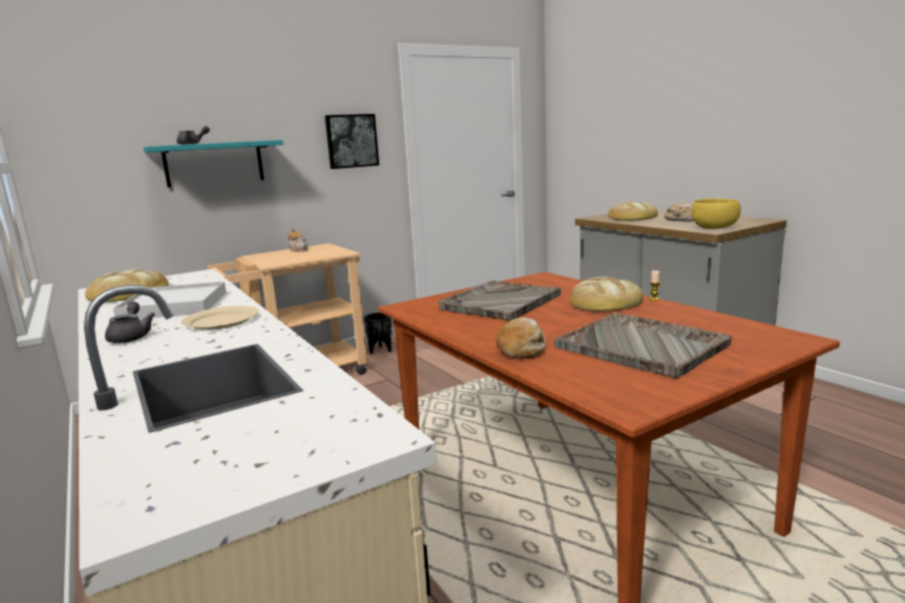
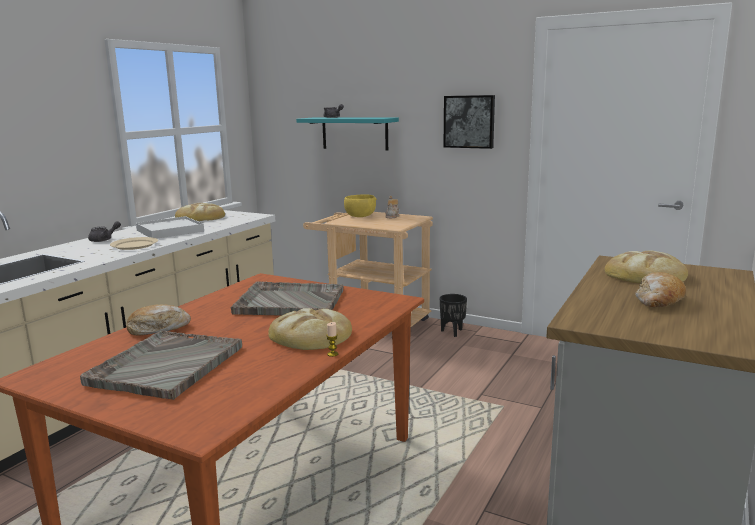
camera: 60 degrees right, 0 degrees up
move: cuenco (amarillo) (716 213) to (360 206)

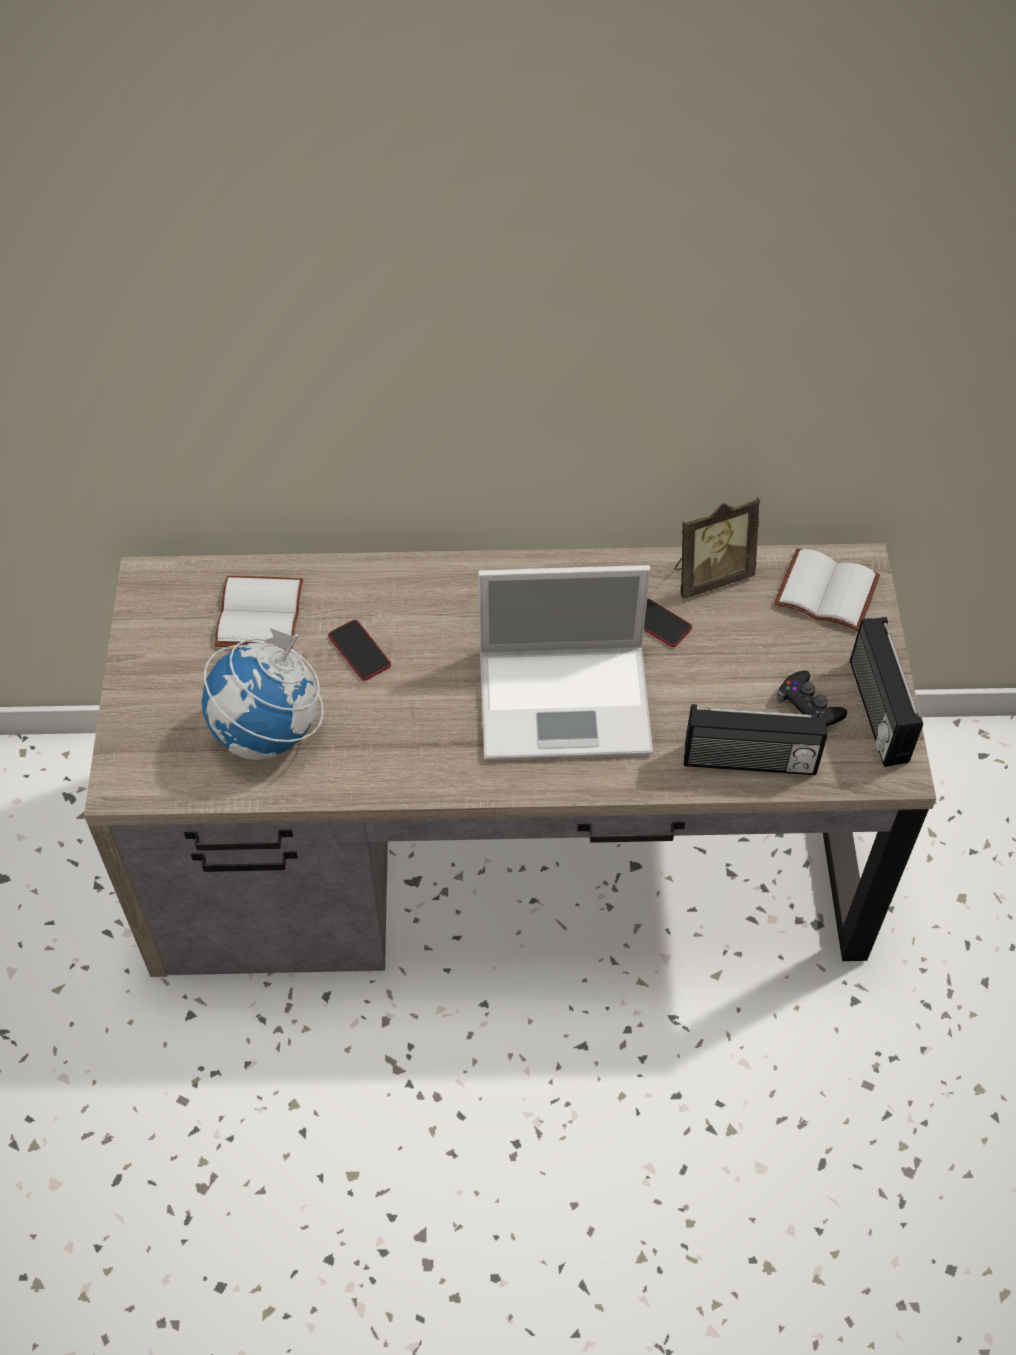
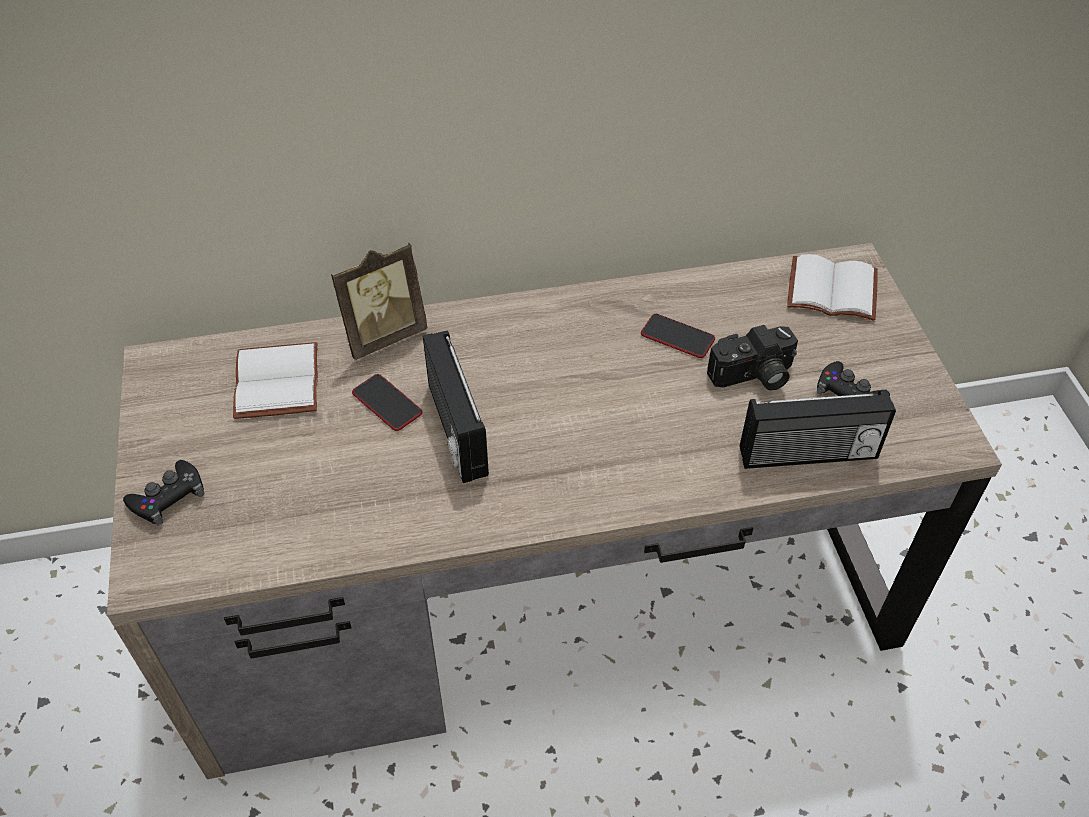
camera: 10 degrees left, 5 degrees down
delete: portátil (565 662); globo terráqueo (262 694)
insert: cámara (752 358); mando de consola (negro) (163 493)
move: portarretratos (717 548) to (379 301); radio (886 692) to (456 406)

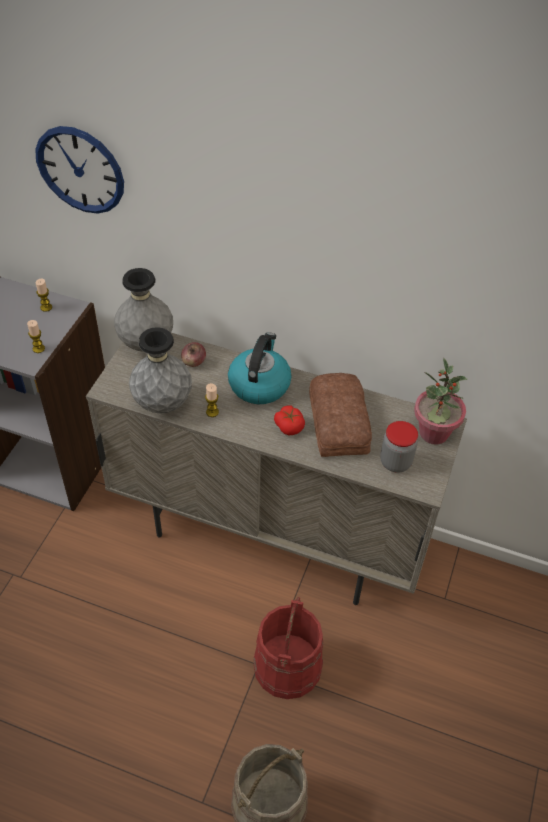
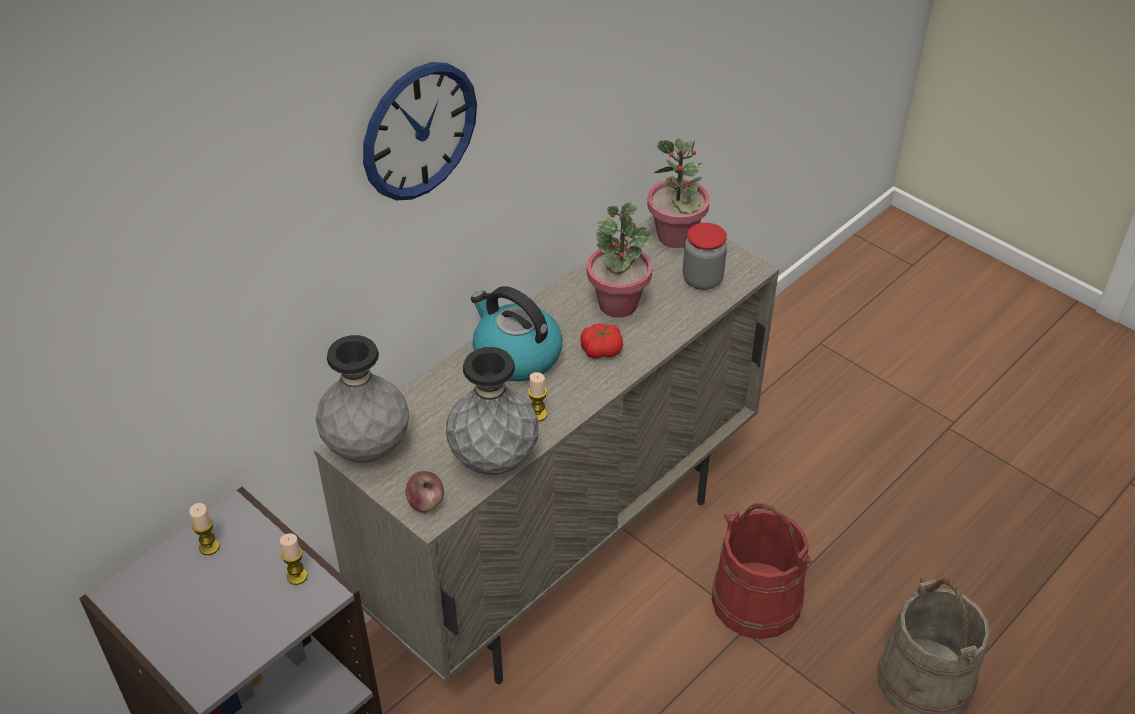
camera: 65 degrees left, 5 degrees down
move: reloj de pared (79 170) to (420 131); manzana (193 354) to (425 491)
replace: pan (340 415) to planta en maceta (620 260)

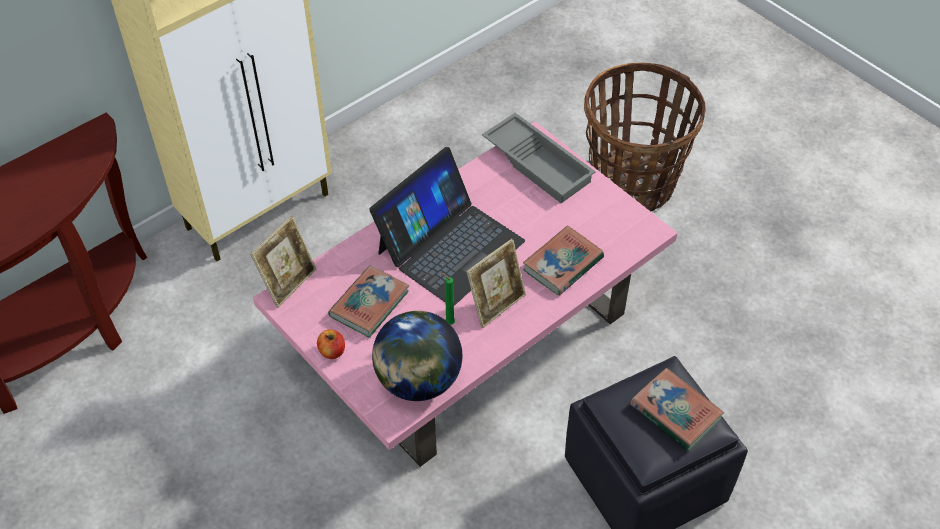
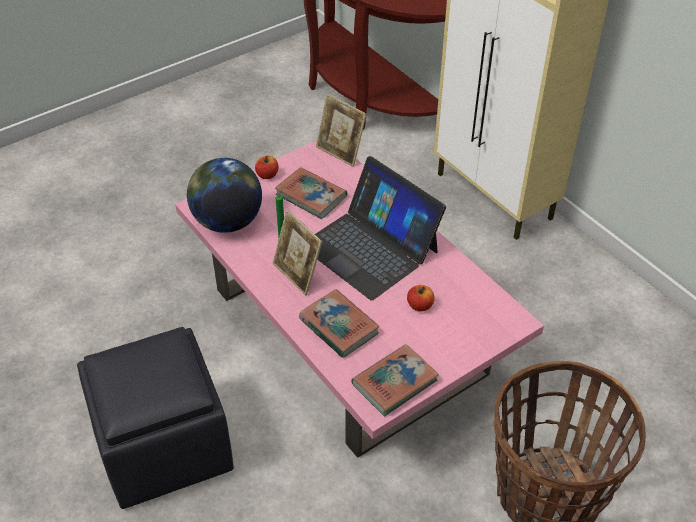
camera: 95 degrees right, 5 degrees down
delete: bandeja (gris) (539 158)
insert: manzana (420 298)
move: libro (677 409) to (395 380)

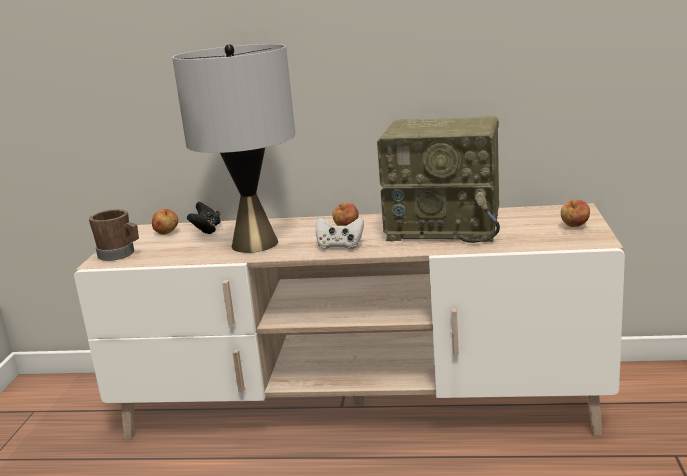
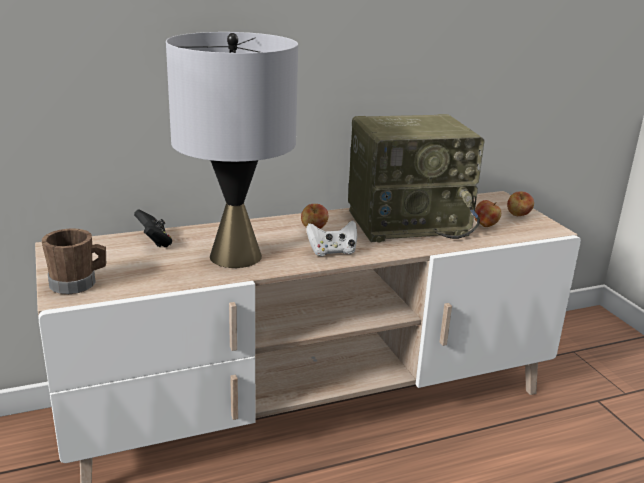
camera: 30 degrees left, 5 degrees up
move: manzana (165 222) to (487 213)

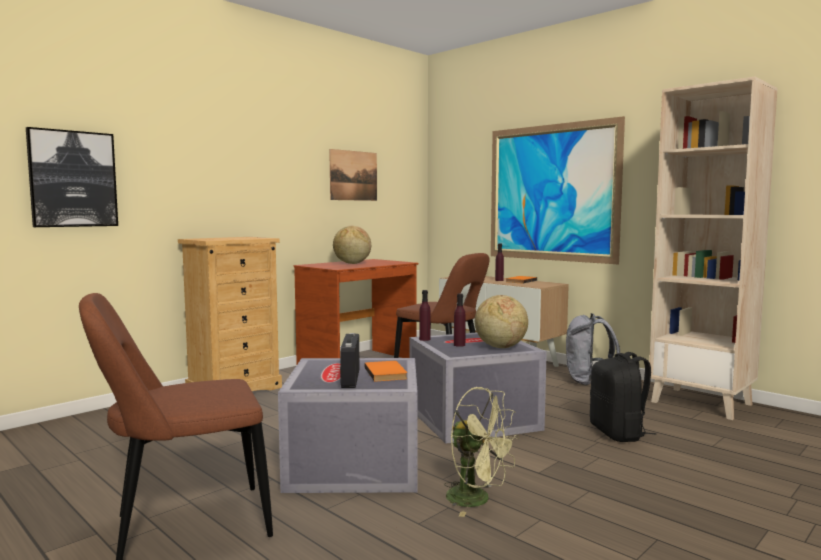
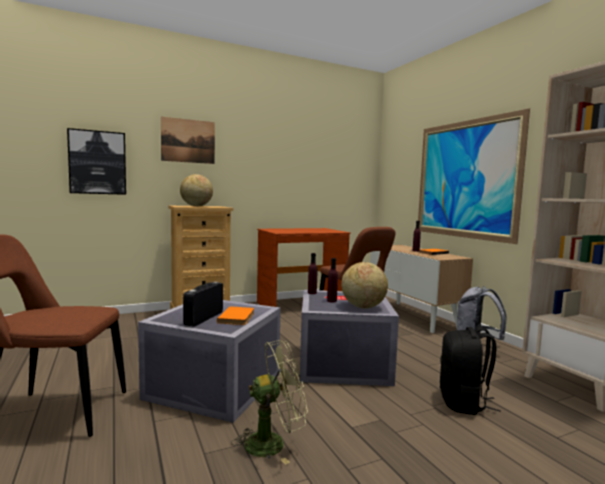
camera: 20 degrees right, 0 degrees up
move: cuadro (353 175) to (188 140); globo terráqueo (352 245) to (196 190)
rotate: ventilador (verde) (481 452) = (269 402) 75 degrees counterclockwise

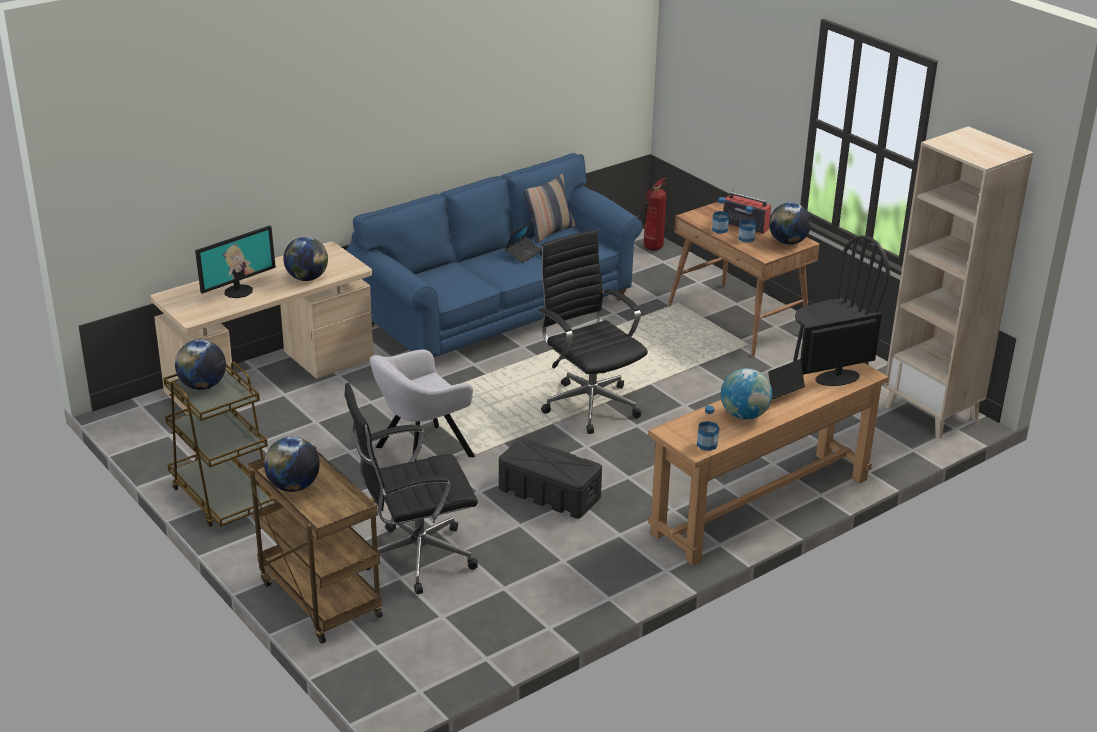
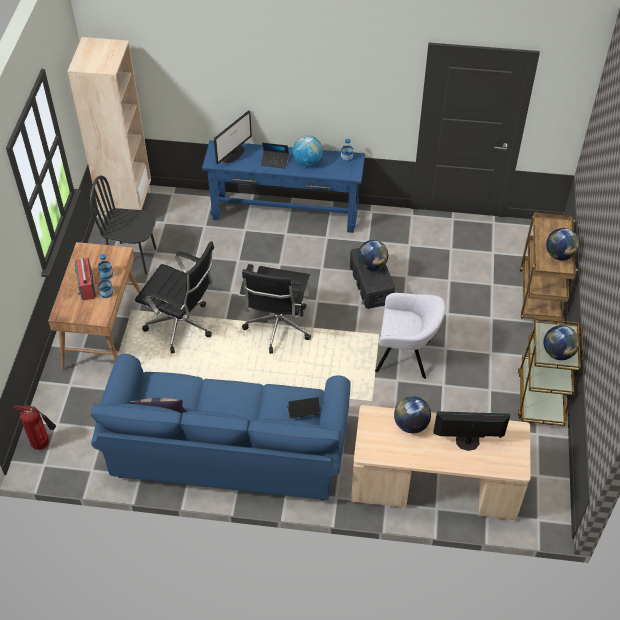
camera: 135 degrees left, 20 degrees up
move: globo terráqueo (790 224) to (373 255); portátil (523 242) to (303 408); silla de oficina (negro) (411 488) to (174 297)
recolor: mesa consola (marrón) (768 464) to mesa consola (azul) (283 186)
rotate: monitor (841 349) = (233 137) 75 degrees counterclockwise

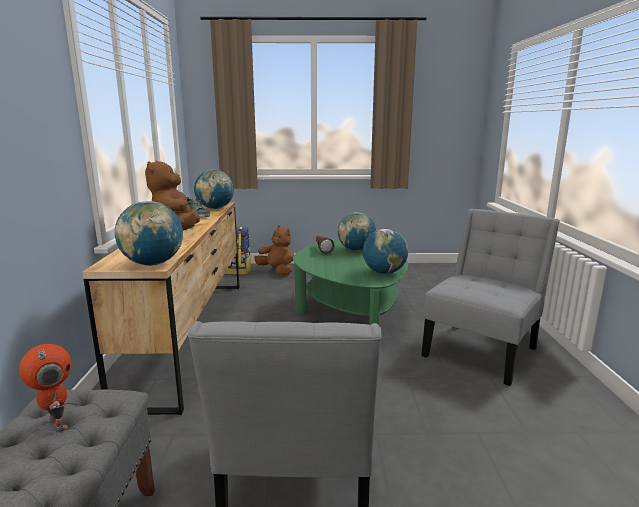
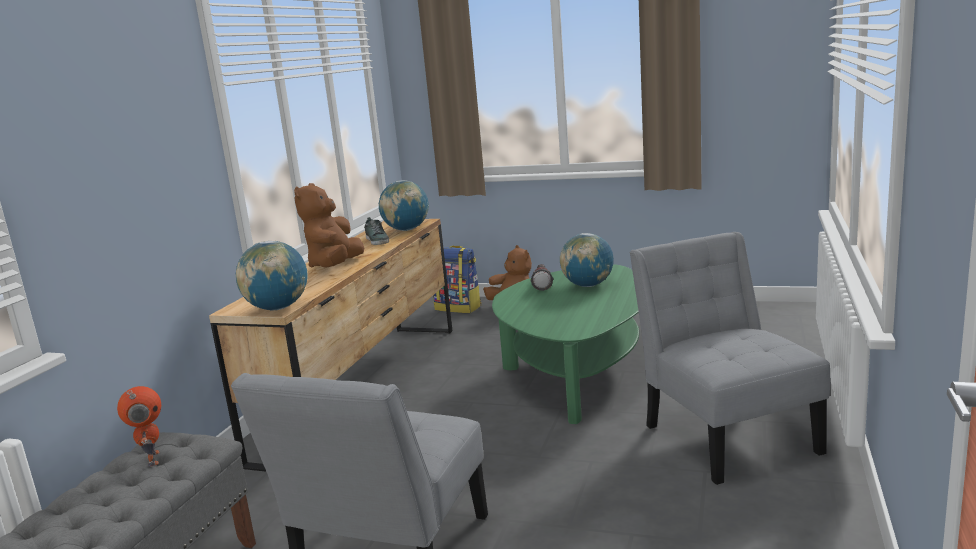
camera: 20 degrees right, 0 degrees up
delete: globo terráqueo (385 251)
rotate: silla (gris) (490 297) = (730 358) 75 degrees counterclockwise

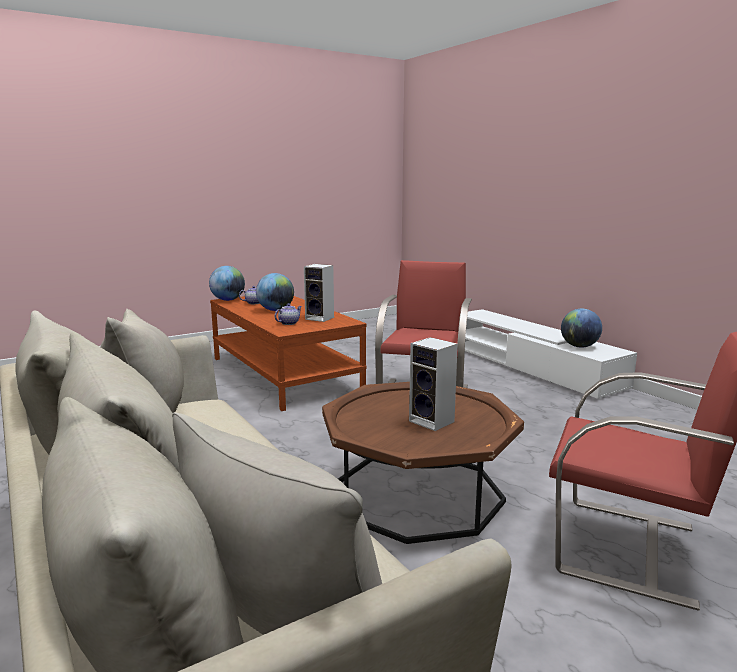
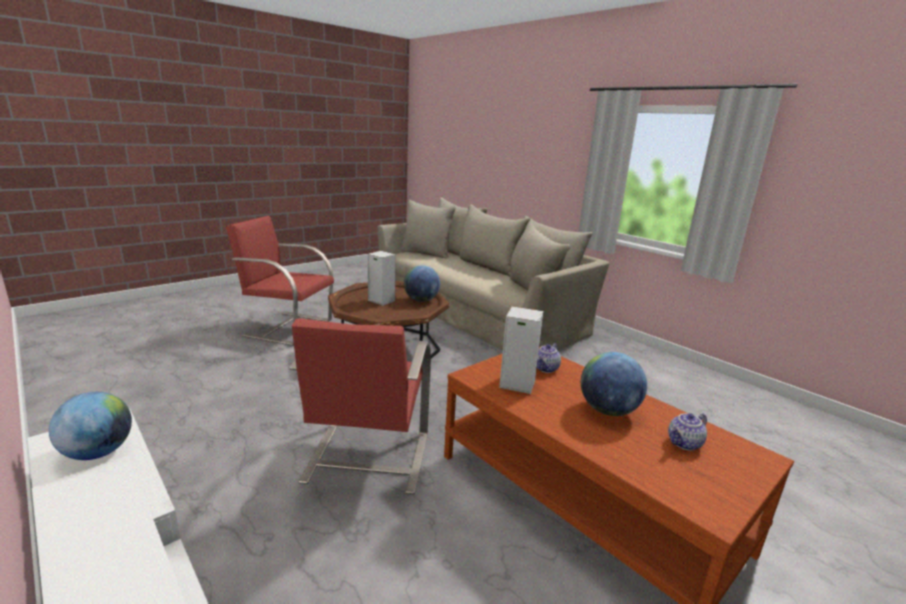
camera: 170 degrees right, 5 degrees up
move: globo terráqueo (227 283) to (422 283)

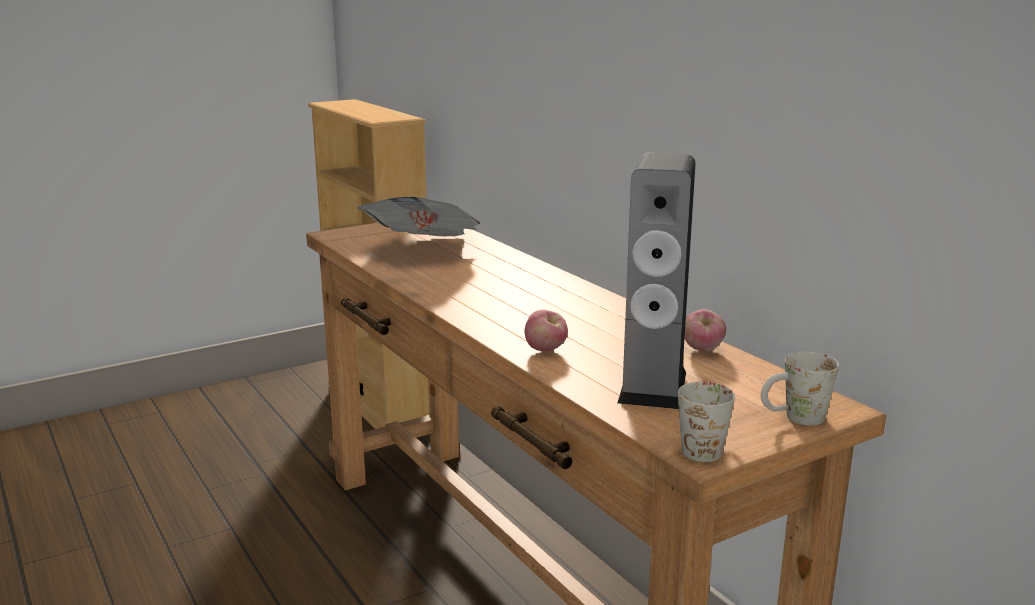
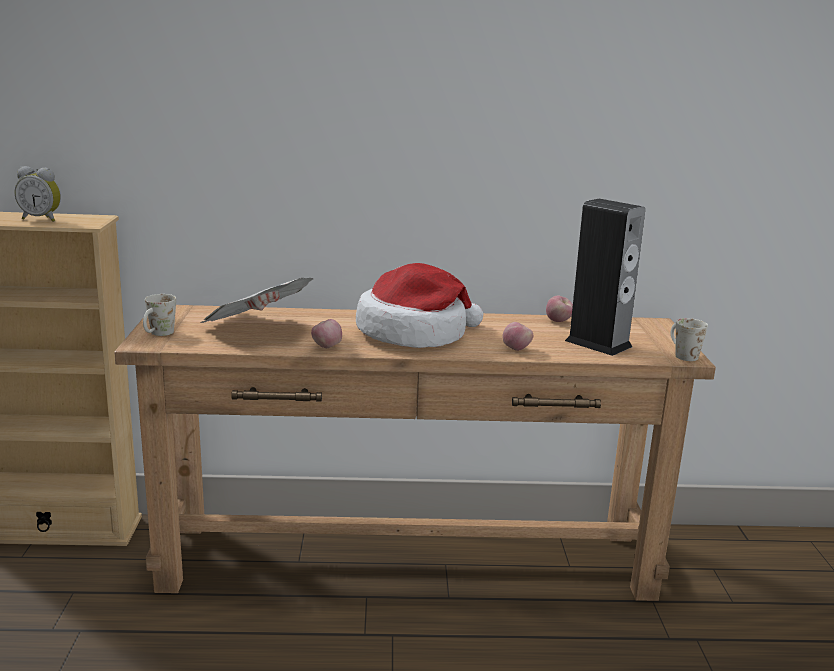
camera: 60 degrees left, 0 degrees up
insert: despertador (38 194); sombrero (419 305); manzana (326 333)
move: taza grande (blanco) (800 389) to (159 315)

